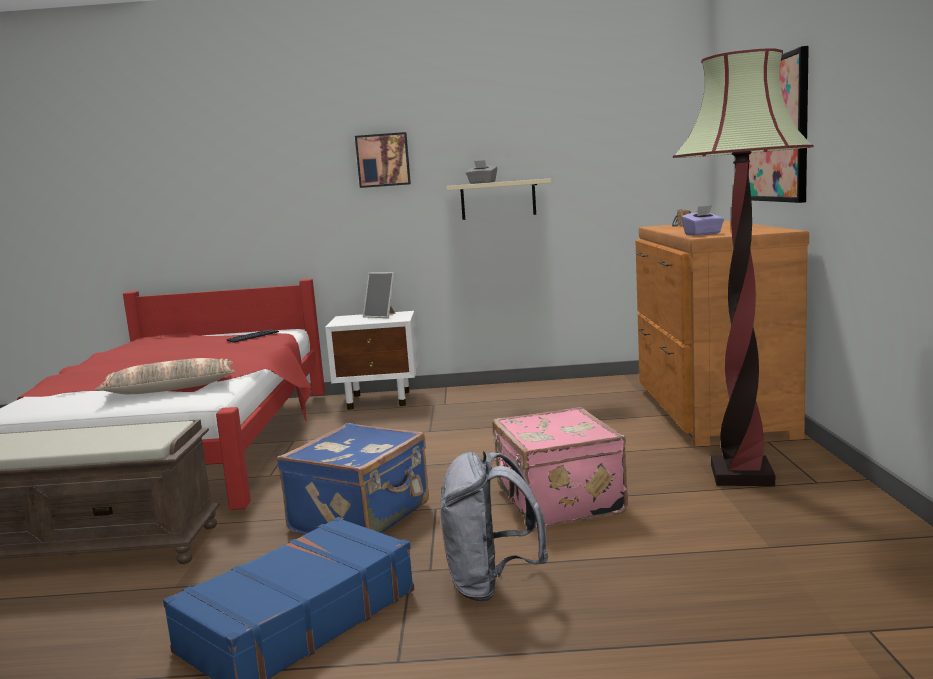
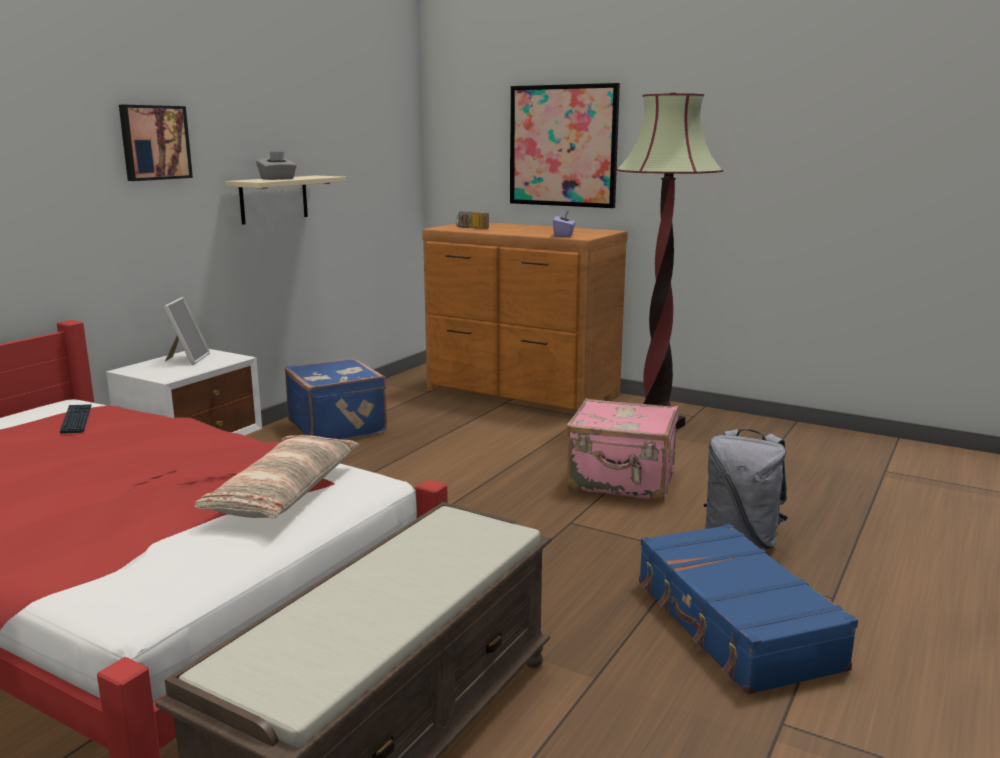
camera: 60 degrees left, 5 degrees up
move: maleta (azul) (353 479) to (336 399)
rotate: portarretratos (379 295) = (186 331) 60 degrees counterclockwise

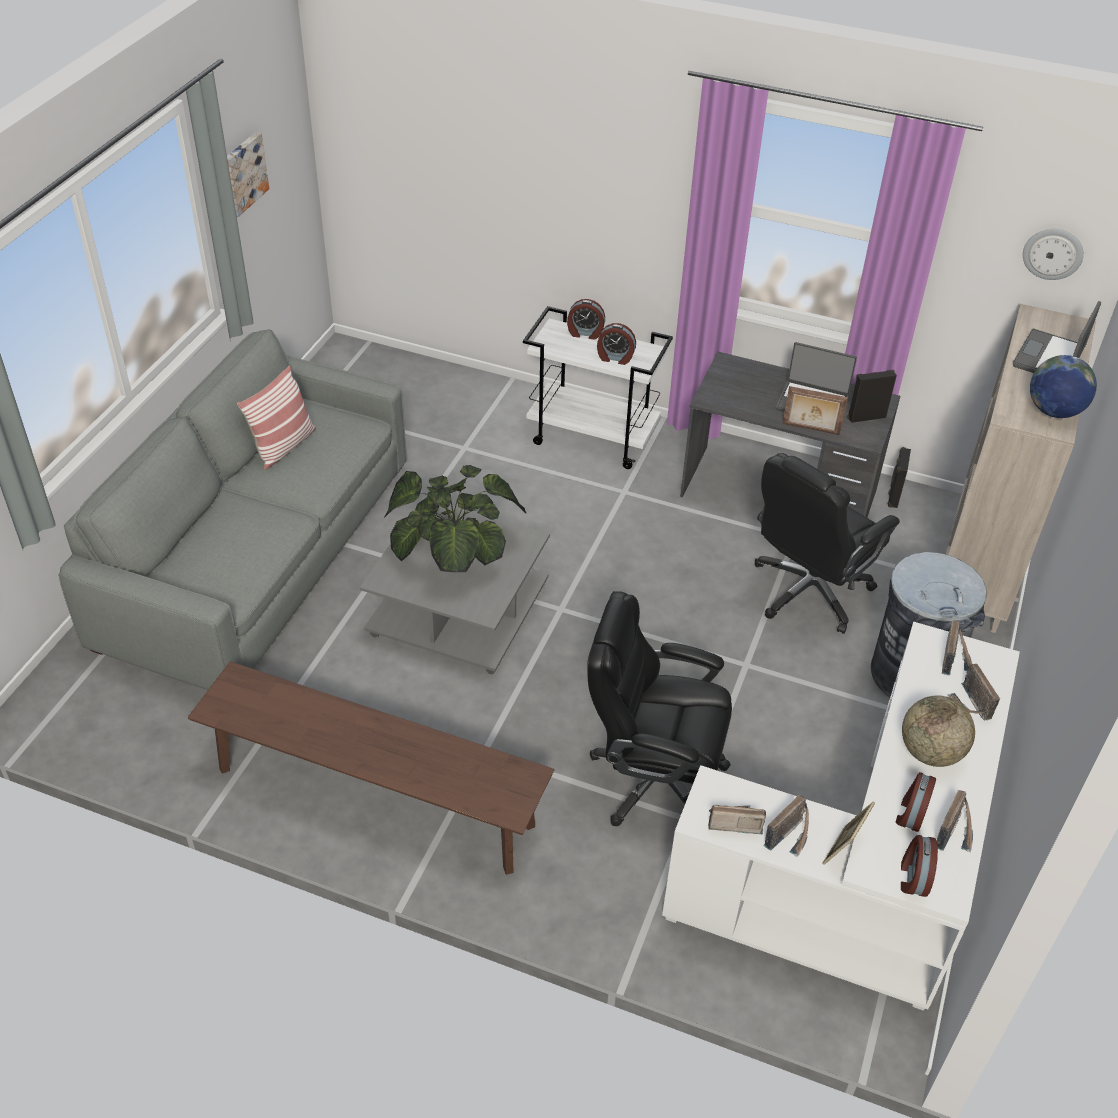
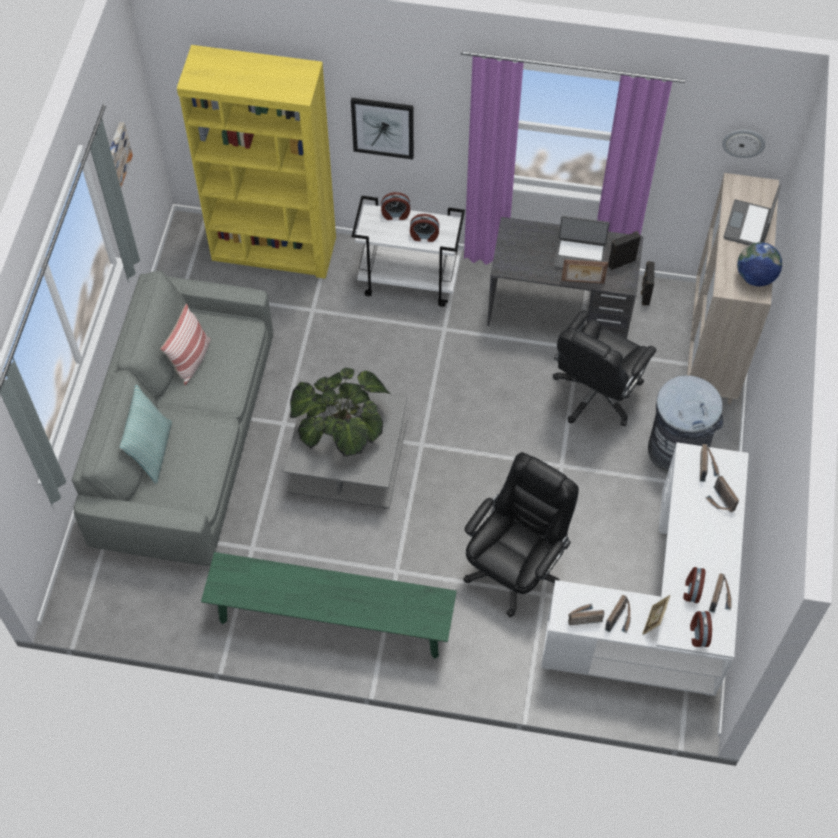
camera: 10 degrees left, 15 degrees up
delete: globo terráqueo (938 731)
insert: estantería (amarillo) (256 162); cuadro (382 128); cojín (146 434)
recolor: banco (marrón) (371 768) to banco (verde) (329 605)
rotate: silla de oficina (negro) (659 708) = (521 534) 120 degrees clockwise

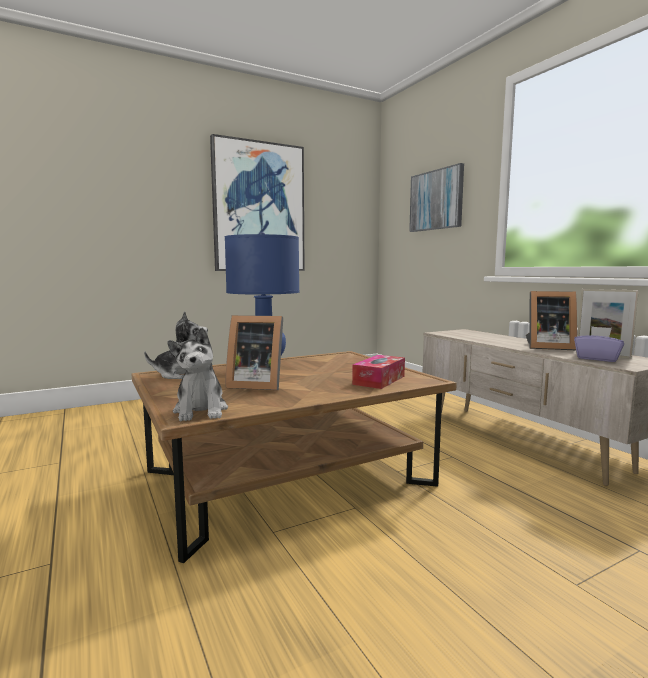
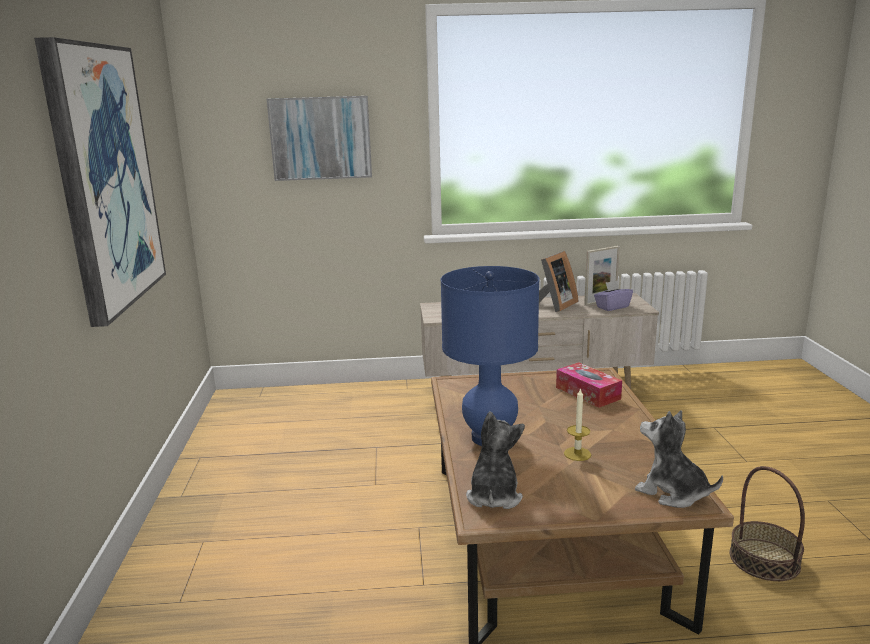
camera: 65 degrees left, 10 degrees up
insert: cesta (767 523)
replace: portarretratos (254 352) to vela (577 424)
rotate: peluche (198 374) = (679 459) 150 degrees counterclockwise

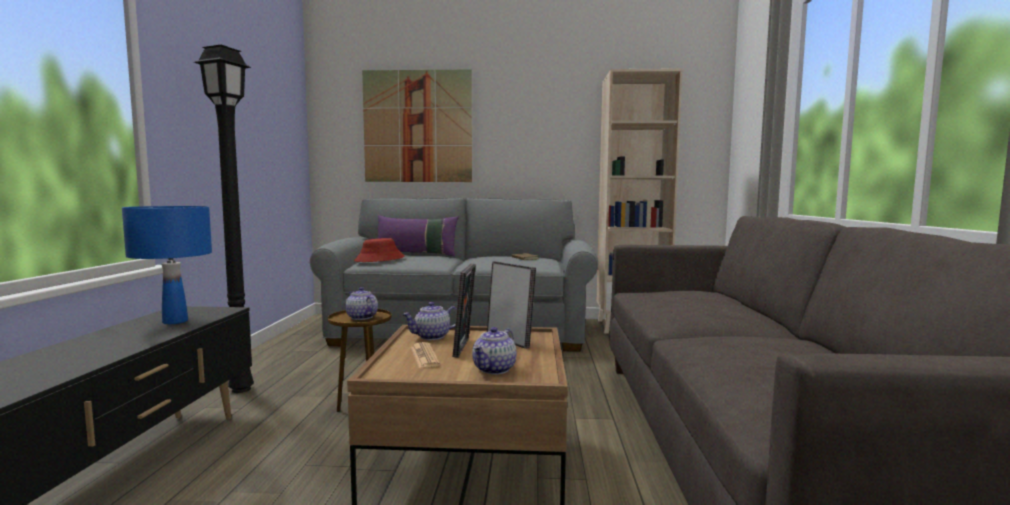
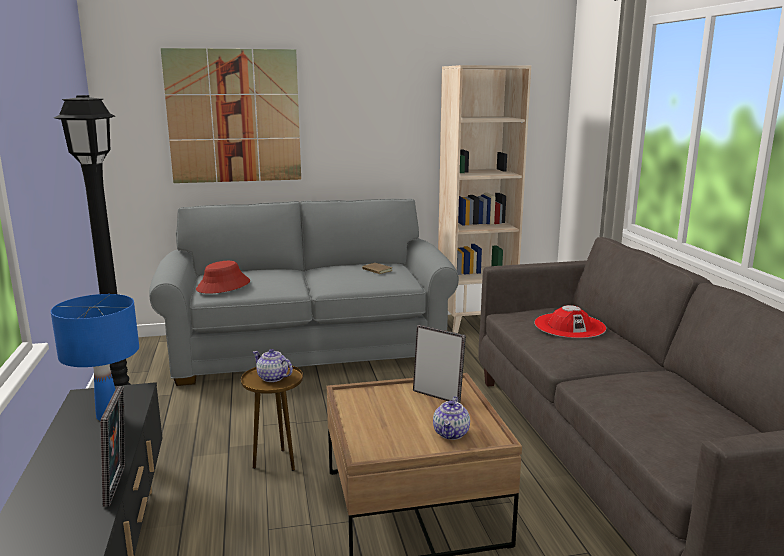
camera: 15 degrees left, 10 degrees up
delete: cojín (morado) (418 235); tetera (429 321); periódico (425 355)
insert: sombrero (rojo) (570 321)
move: portarretratos (464 311) to (112 446)

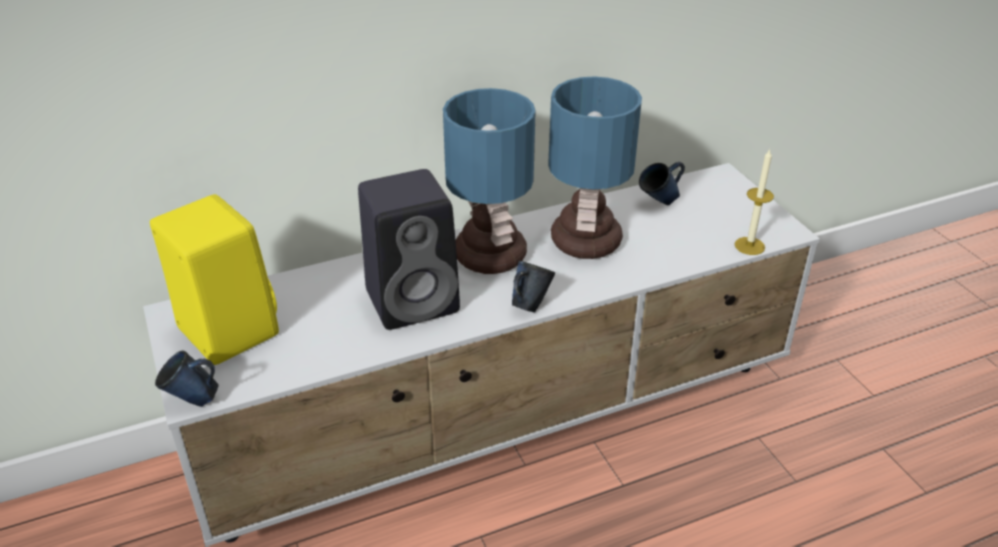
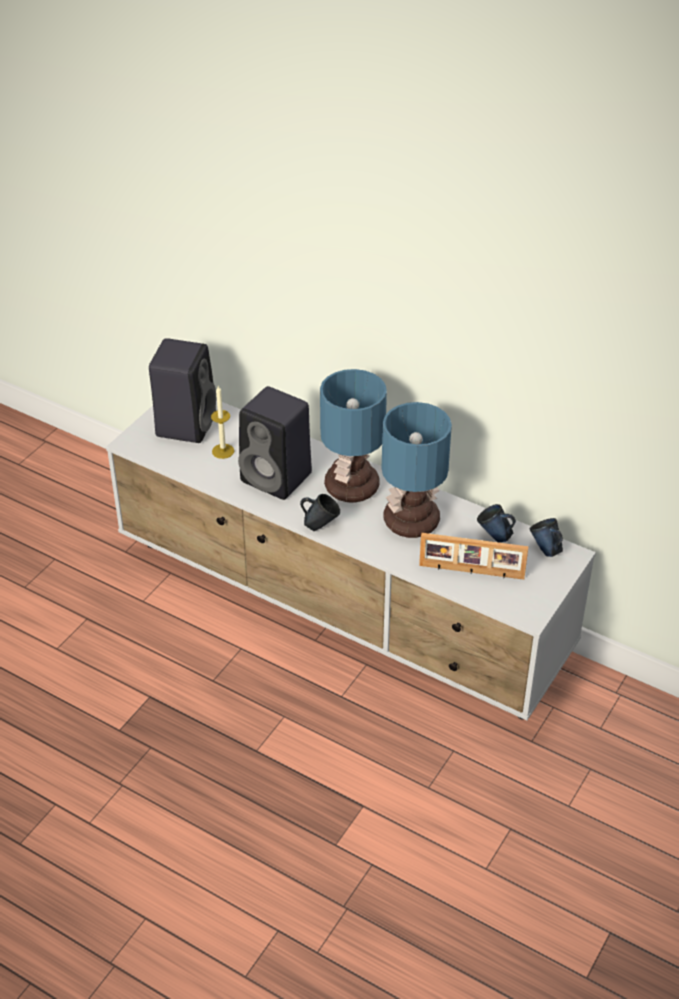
camera: 55 degrees right, 5 degrees up
insert: portarretratos (474 556)
move: vela (754 202) to (222 422); taza grande (azul) (187 378) to (546 537)
recolor: altavoz (amarillo) (214 279) to altavoz (negro) (182 390)

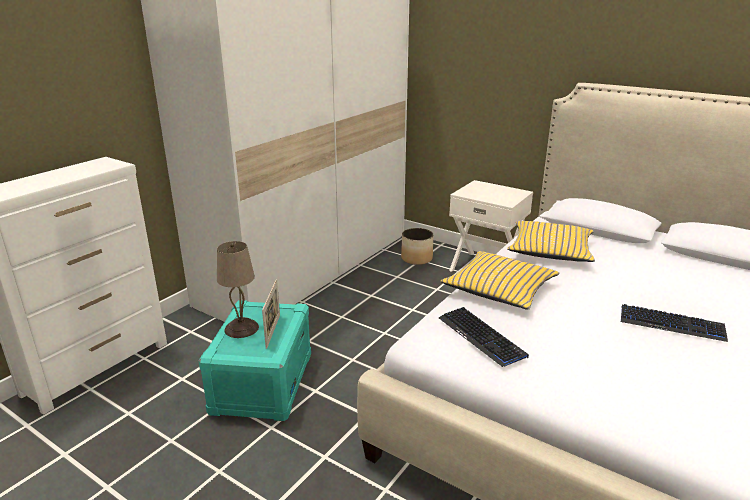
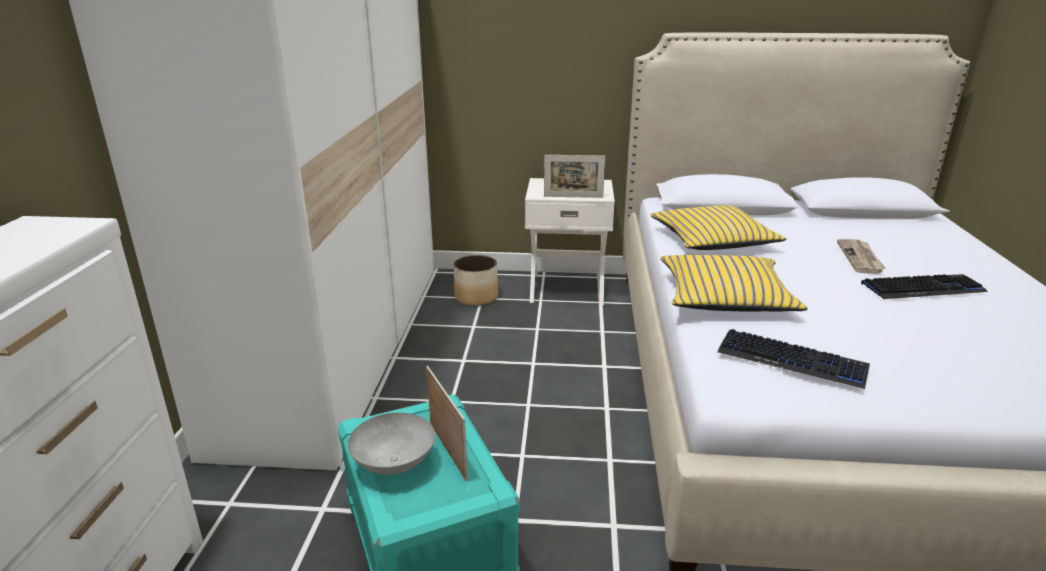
camera: 30 degrees left, 0 degrees up
insert: portarretratos (574 176); periódico (861 256)
replace: lámpara de mesa (beis) (238 289) to cuenco (gris) (391 443)

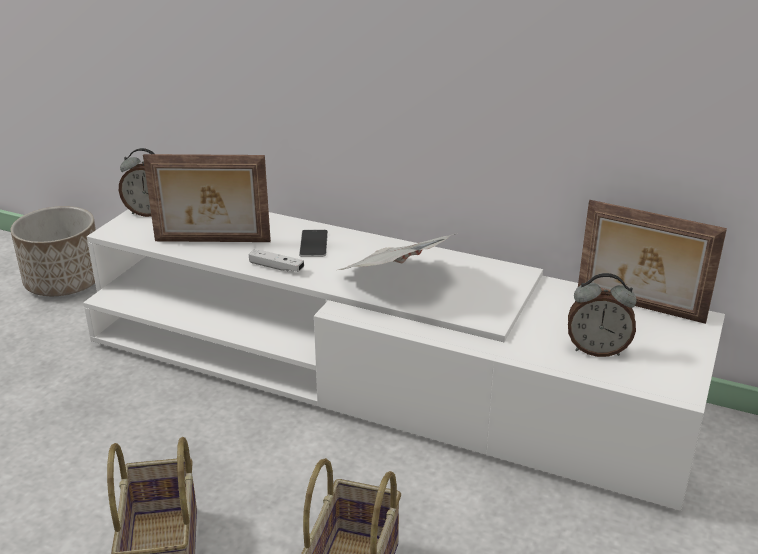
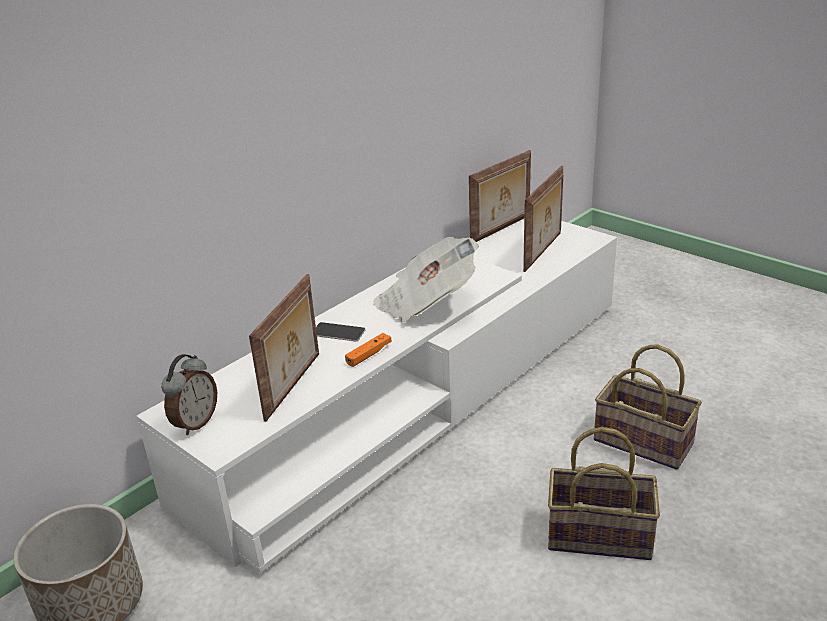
camera: 70 degrees left, 0 degrees up
replace: despertador (602 315) to portarretratos (543 219)
recolor: mando de consola (blanco) (276 260) to mando de consola (naranja) (368 350)

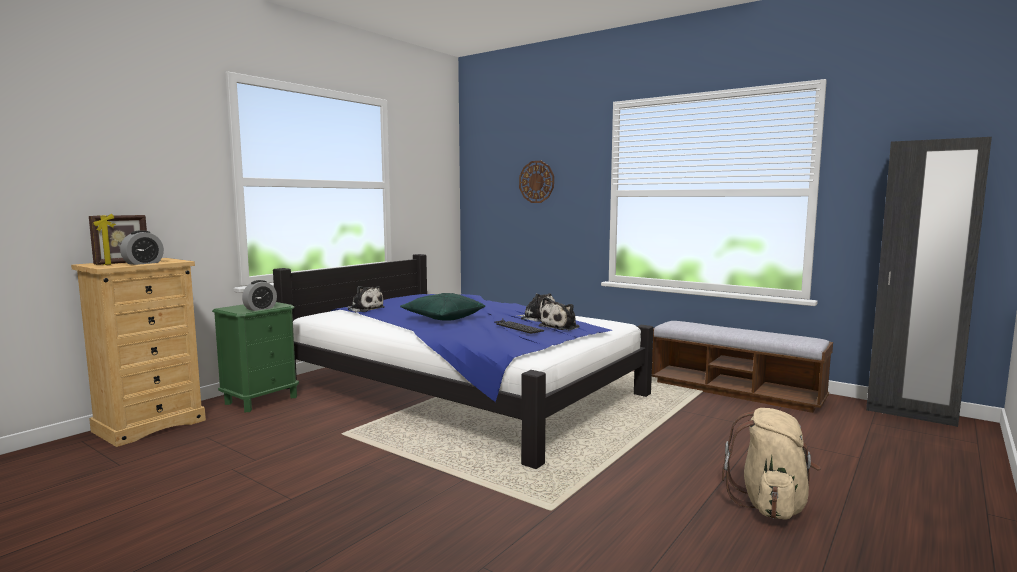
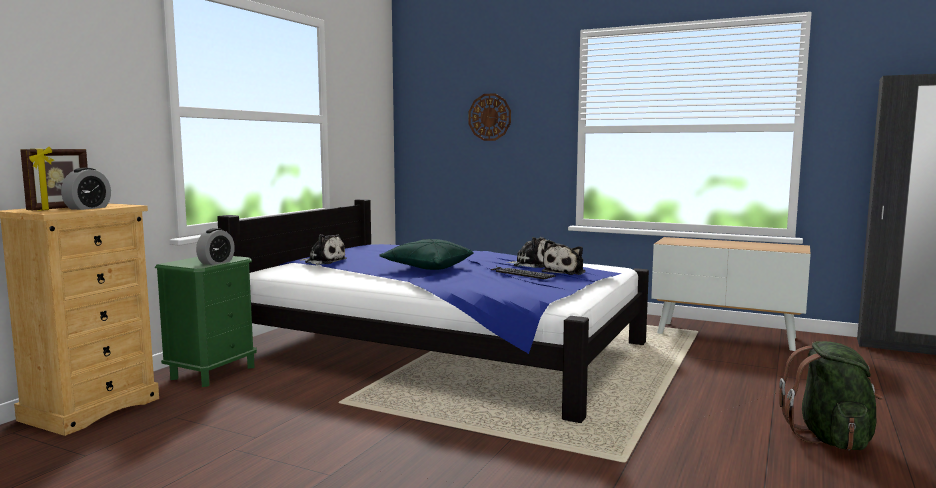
camera: 10 degrees left, 0 degrees up
replace: banco (742 367) to armario (731 294)
recolor: mochila (beis) (771 464) to mochila (verde) (831 395)

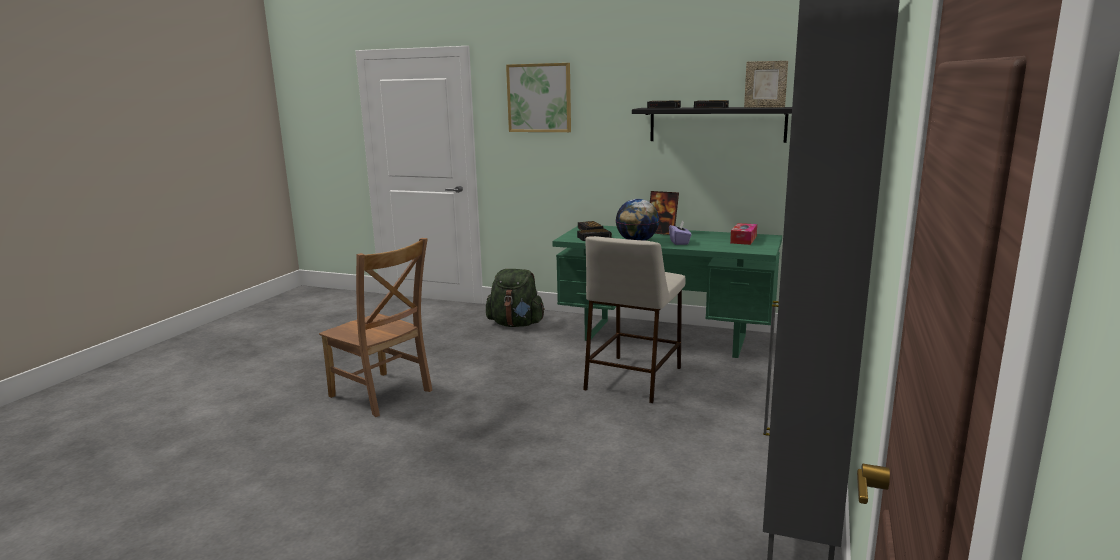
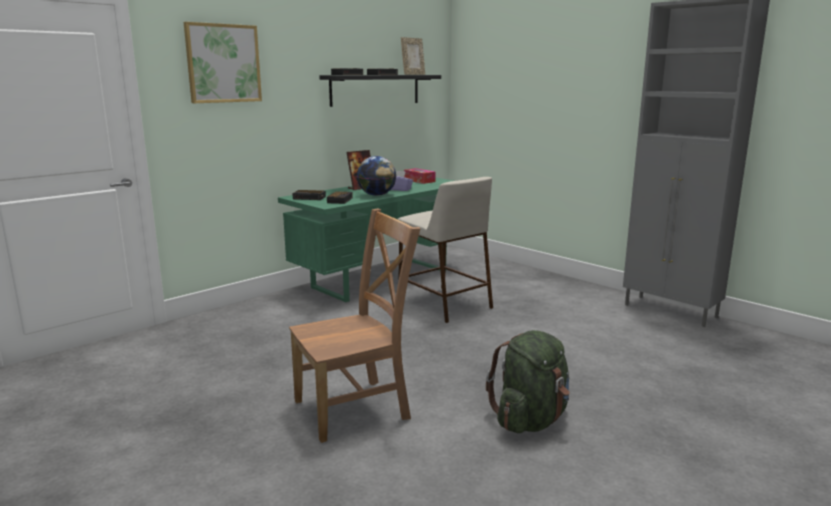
camera: 65 degrees left, 0 degrees up
move: mochila (verde) (515 298) to (528 381)

